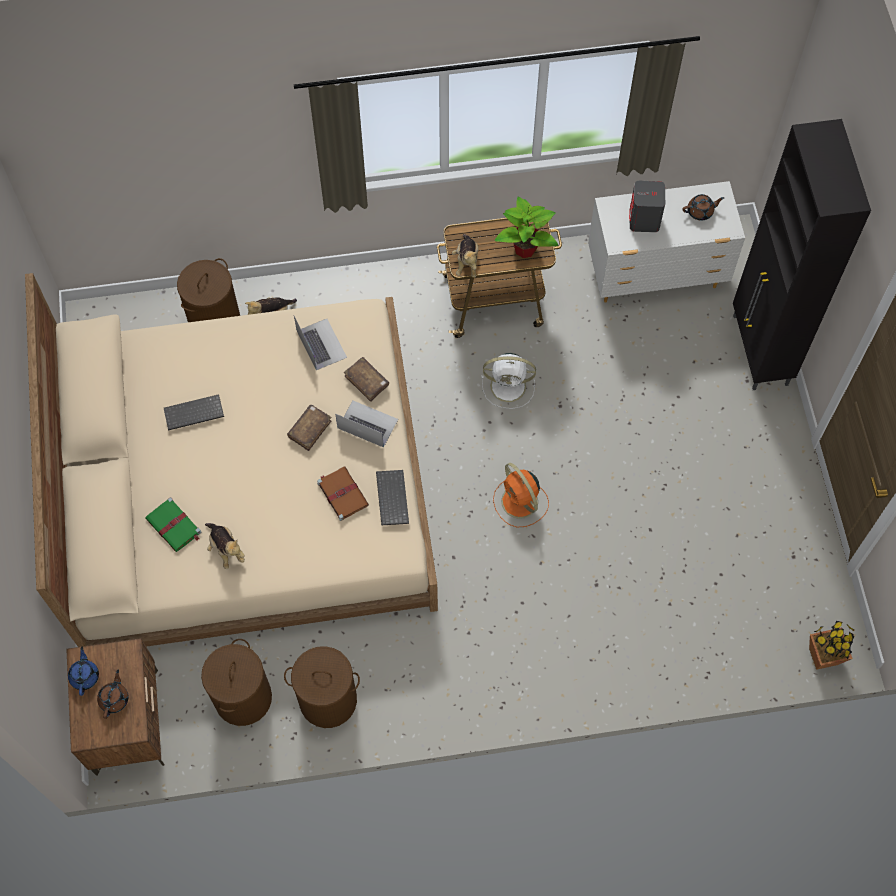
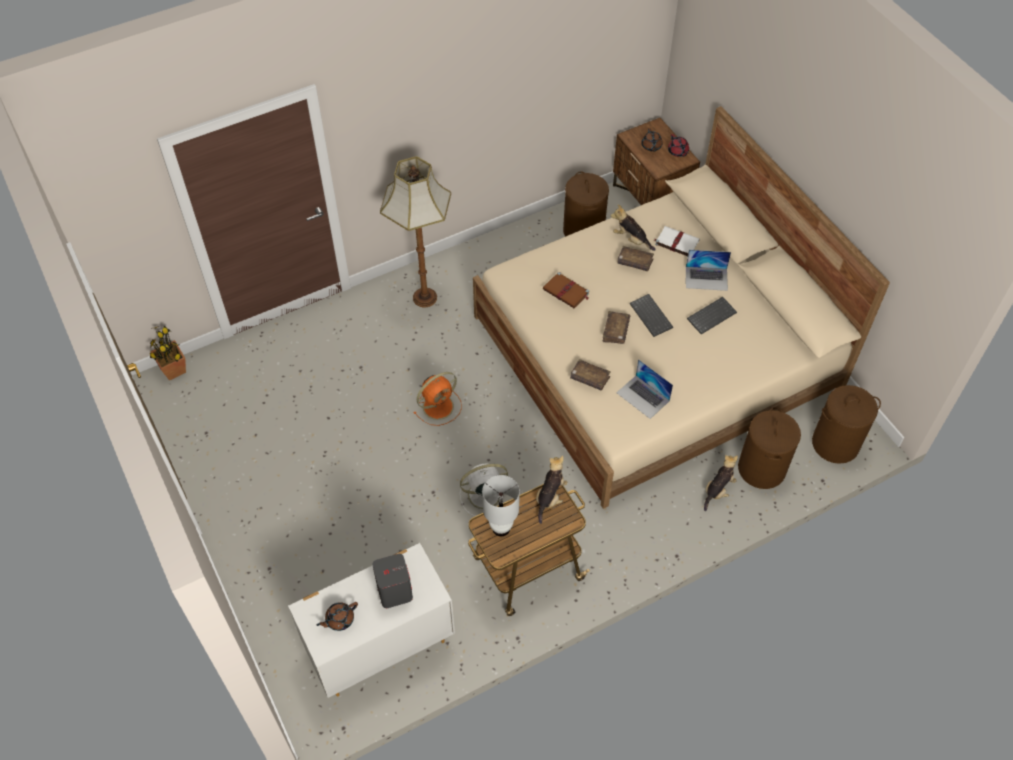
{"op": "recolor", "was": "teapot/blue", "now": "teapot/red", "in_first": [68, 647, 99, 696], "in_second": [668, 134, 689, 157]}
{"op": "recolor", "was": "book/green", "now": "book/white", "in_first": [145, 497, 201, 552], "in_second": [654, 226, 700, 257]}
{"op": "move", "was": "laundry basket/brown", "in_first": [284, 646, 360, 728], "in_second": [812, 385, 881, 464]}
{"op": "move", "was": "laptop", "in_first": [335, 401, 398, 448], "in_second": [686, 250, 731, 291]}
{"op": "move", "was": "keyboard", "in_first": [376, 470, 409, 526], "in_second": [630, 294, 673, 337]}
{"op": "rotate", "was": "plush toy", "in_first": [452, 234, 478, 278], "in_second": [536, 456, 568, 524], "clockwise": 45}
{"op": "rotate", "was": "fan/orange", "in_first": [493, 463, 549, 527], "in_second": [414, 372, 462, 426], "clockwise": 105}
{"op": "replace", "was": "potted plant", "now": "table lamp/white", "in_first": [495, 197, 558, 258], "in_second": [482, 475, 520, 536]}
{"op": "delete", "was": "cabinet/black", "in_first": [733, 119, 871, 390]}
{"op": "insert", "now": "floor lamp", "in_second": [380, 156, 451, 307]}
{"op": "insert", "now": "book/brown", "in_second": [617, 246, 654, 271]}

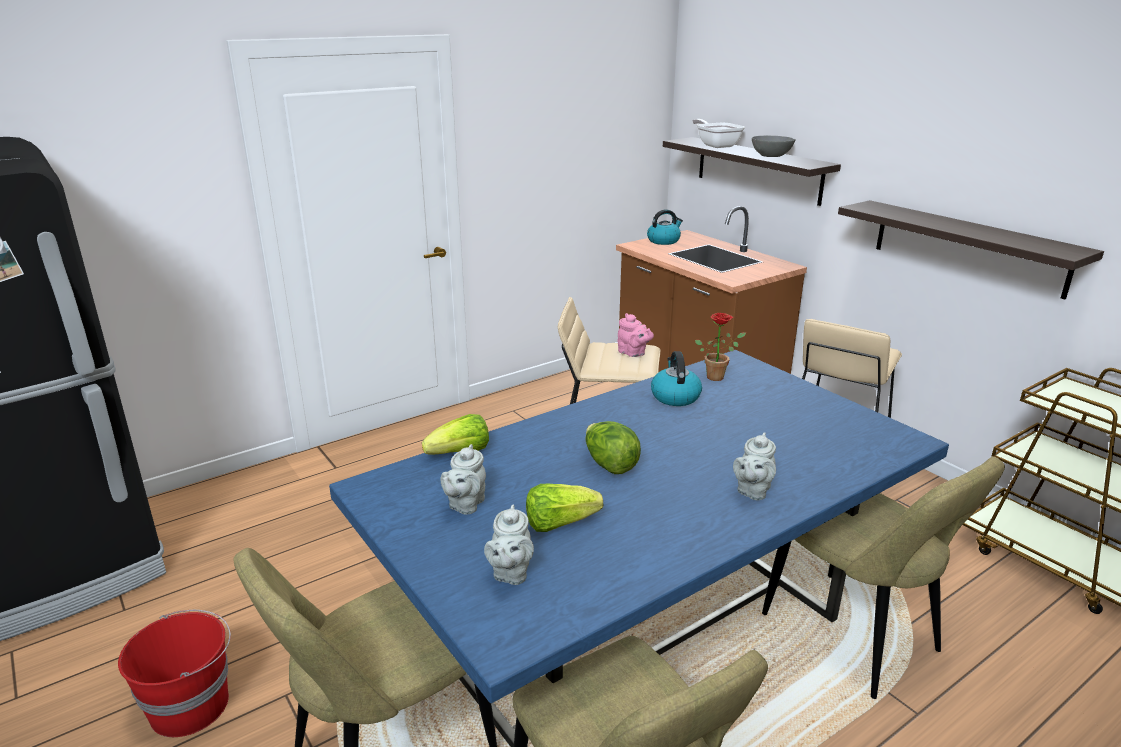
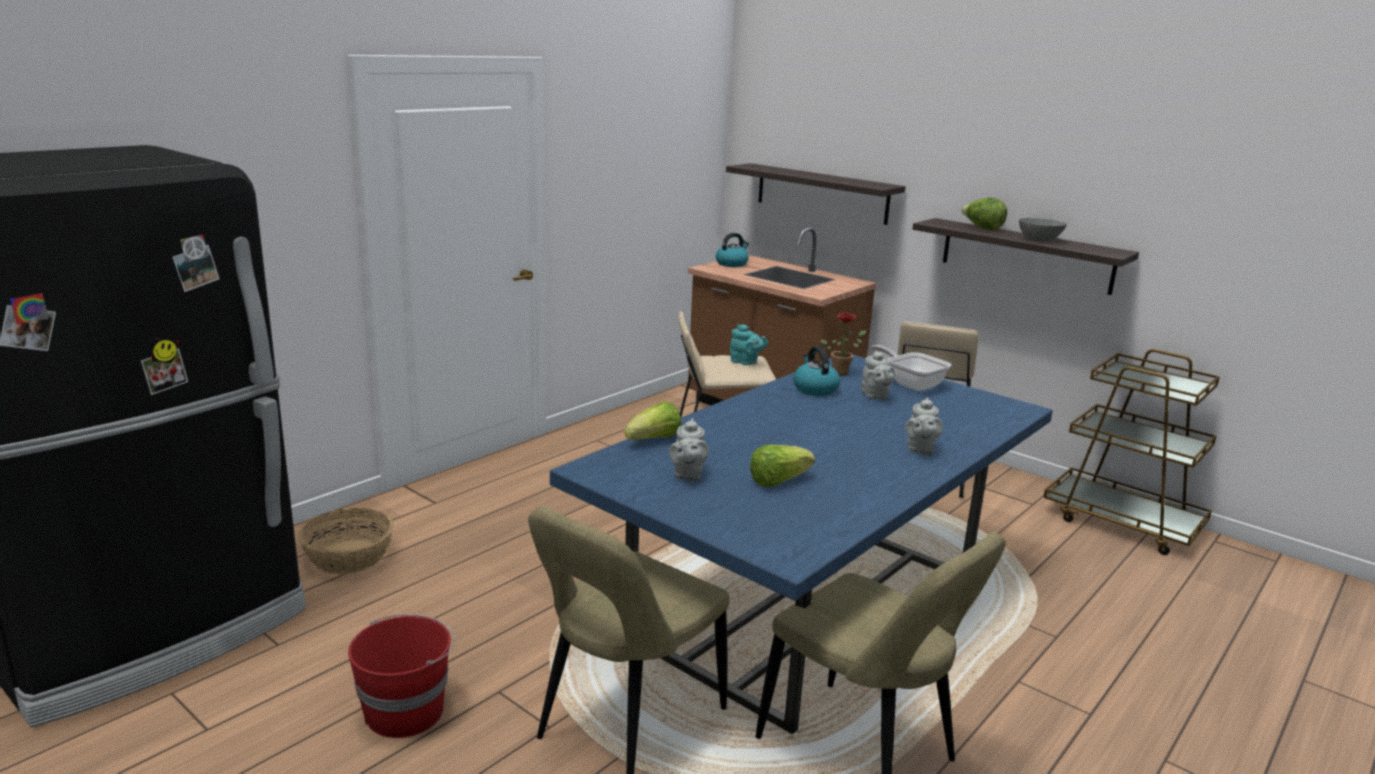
{"op": "move", "was": "teapot/grey", "in_first": [484, 504, 534, 585], "in_second": [861, 350, 895, 400]}
{"op": "move", "was": "lettuce", "in_first": [586, 421, 641, 474], "in_second": [961, 197, 1007, 230]}
{"op": "recolor", "was": "teapot/pink", "now": "teapot/turquoise", "in_first": [617, 313, 654, 357], "in_second": [730, 324, 768, 365]}
{"op": "move", "was": "frying pan", "in_first": [693, 119, 745, 148], "in_second": [871, 345, 951, 391]}
{"op": "move", "was": "bowl/grey", "in_first": [752, 136, 796, 157], "in_second": [1019, 218, 1067, 241]}
{"op": "delete", "was": "chair/beige", "in_first": [762, 456, 1005, 699]}
{"op": "insert", "now": "basket", "in_second": [298, 508, 394, 575]}

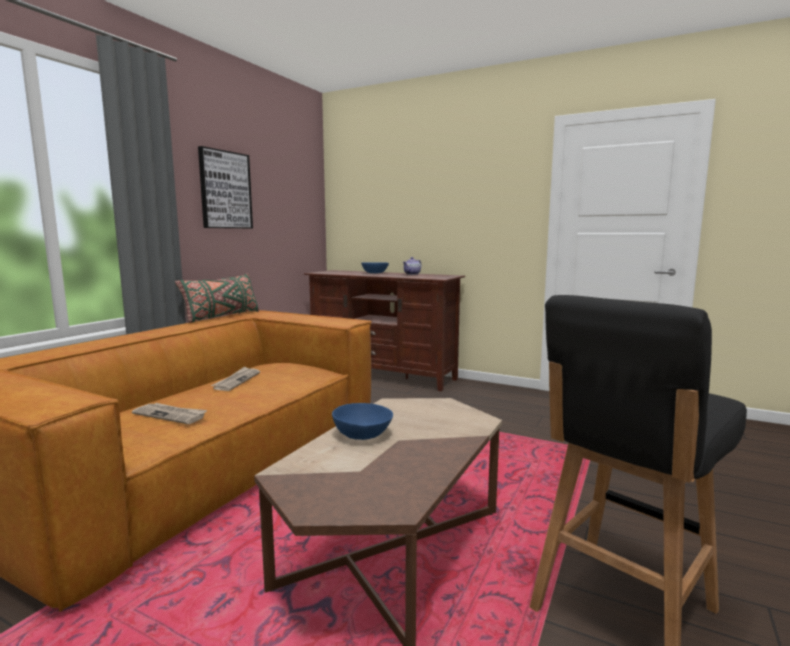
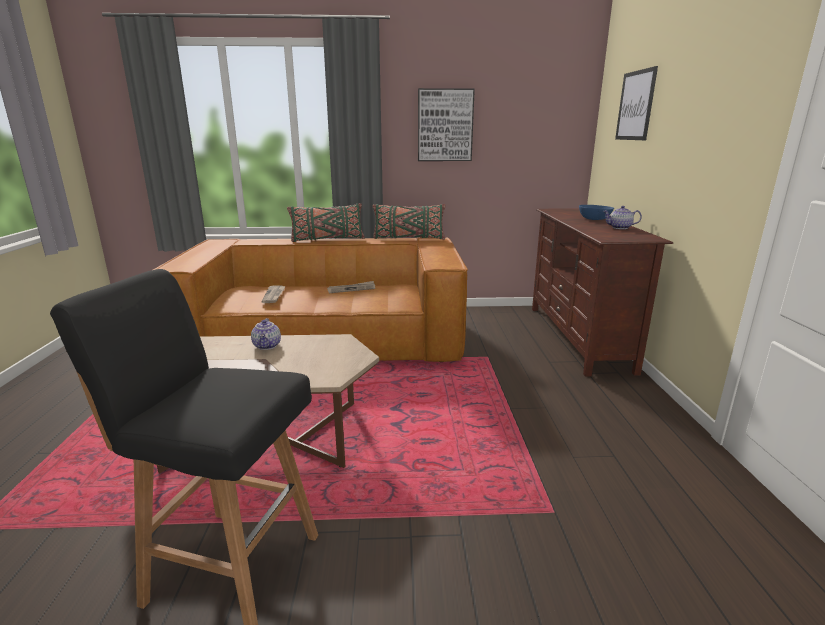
{"op": "replace", "was": "bowl/blue", "now": "teapot", "in_first": [332, 403, 393, 440], "in_second": [251, 318, 281, 350]}
{"op": "insert", "now": "pillow/green", "in_second": [287, 203, 365, 242]}
{"op": "insert", "now": "picture", "in_second": [615, 66, 658, 140]}

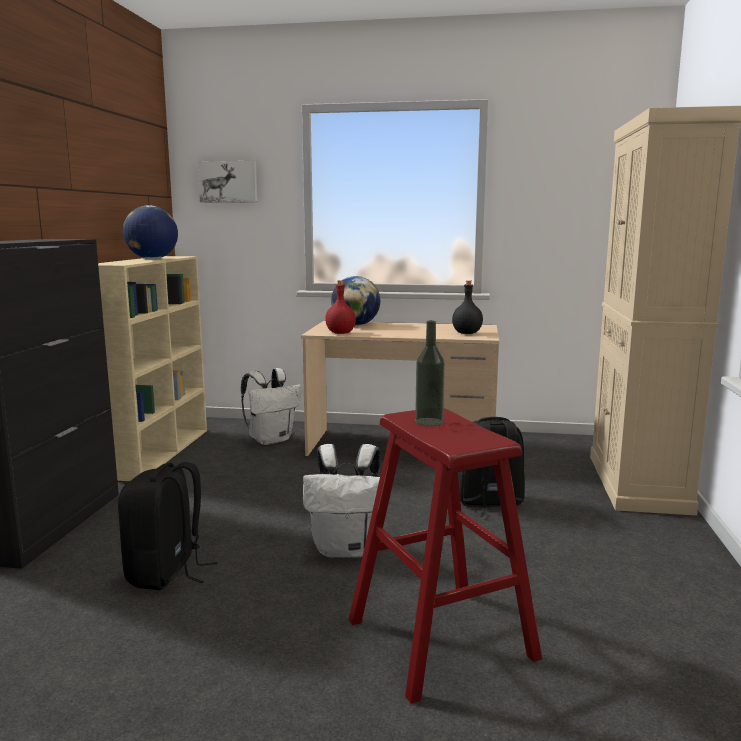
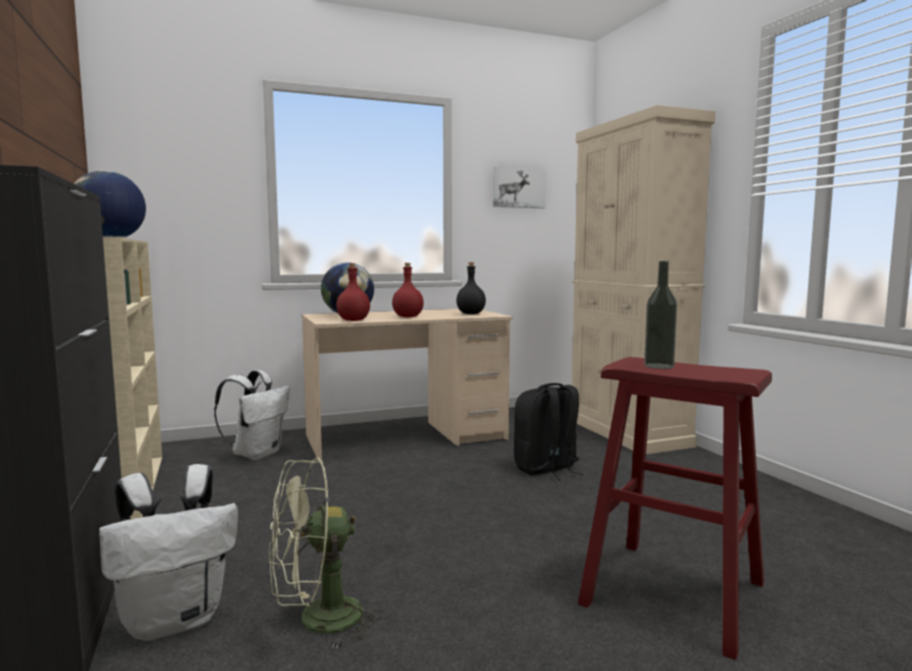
{"op": "replace", "was": "backpack/black", "now": "fan/green", "in_first": [118, 462, 217, 590], "in_second": [269, 458, 384, 649]}
{"op": "move", "was": "picture", "in_first": [198, 161, 258, 203], "in_second": [493, 167, 546, 208]}
{"op": "move", "was": "backpack/white", "in_first": [303, 444, 380, 558], "in_second": [99, 464, 238, 641]}
{"op": "insert", "now": "bottle/red", "in_second": [392, 263, 424, 317]}

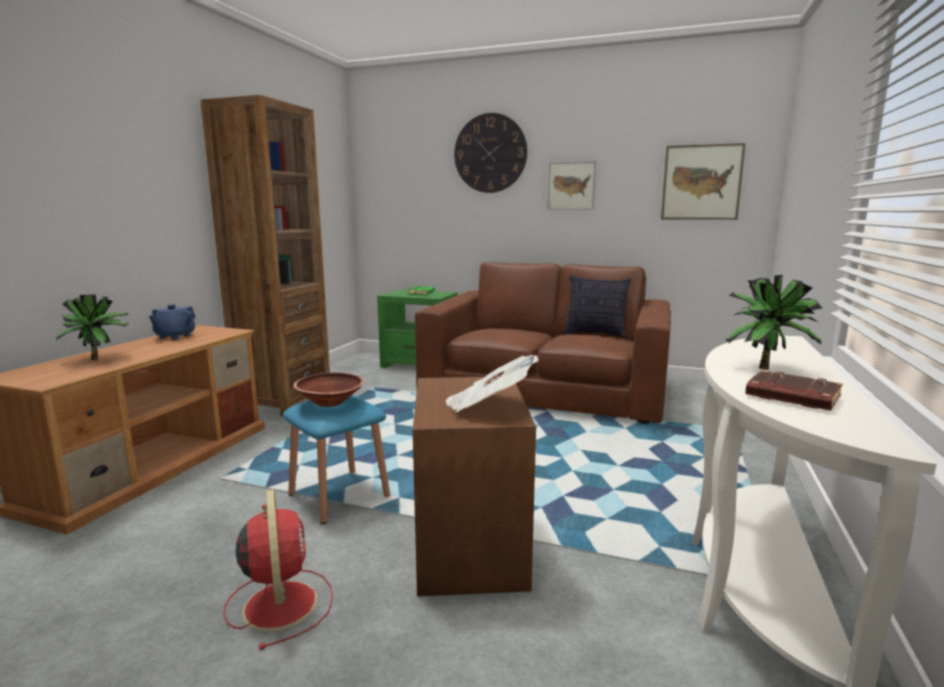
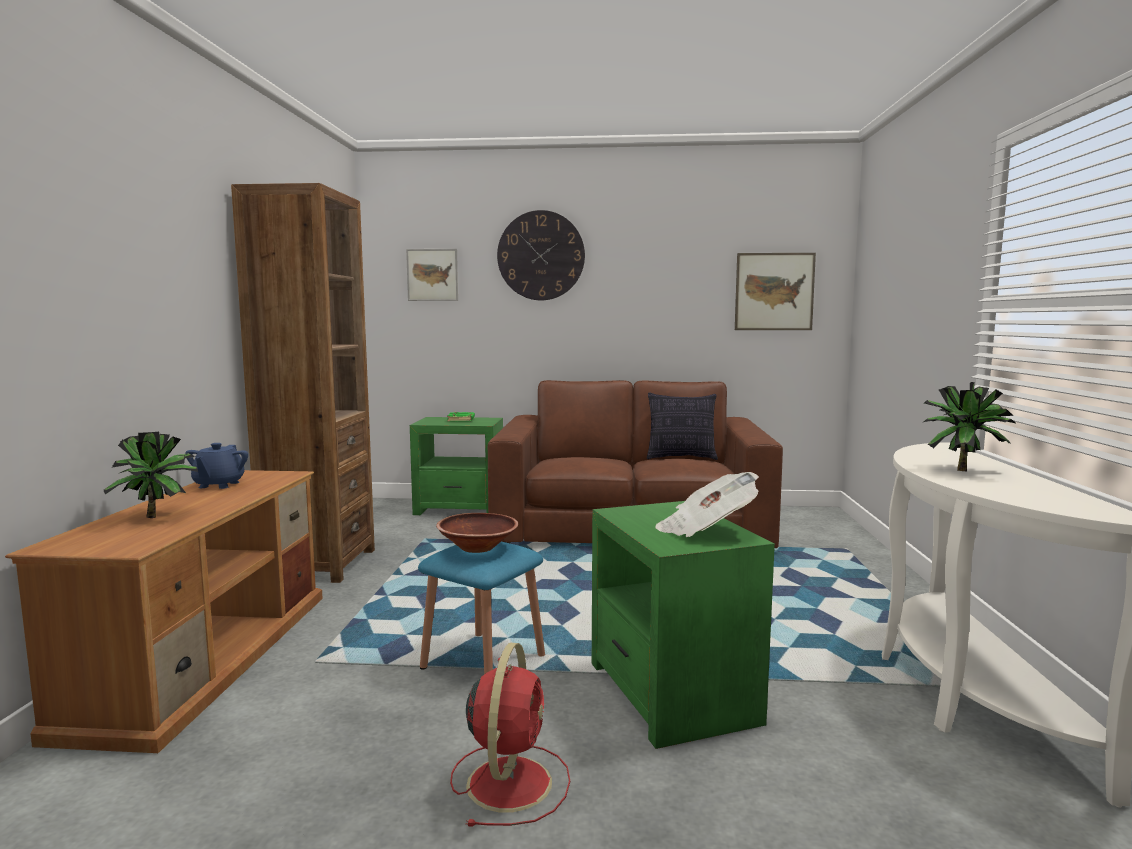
{"op": "rotate", "was": "fan/red", "in_first": [224, 489, 333, 650], "in_second": [450, 643, 570, 827], "clockwise": 45}
{"op": "recolor", "was": "side table/brown", "now": "side table/green", "in_first": [413, 377, 536, 596], "in_second": [592, 501, 775, 749]}
{"op": "move", "was": "picture", "in_first": [548, 161, 596, 210], "in_second": [406, 249, 458, 301]}
{"op": "delete", "was": "book/brown", "in_first": [745, 370, 843, 411]}

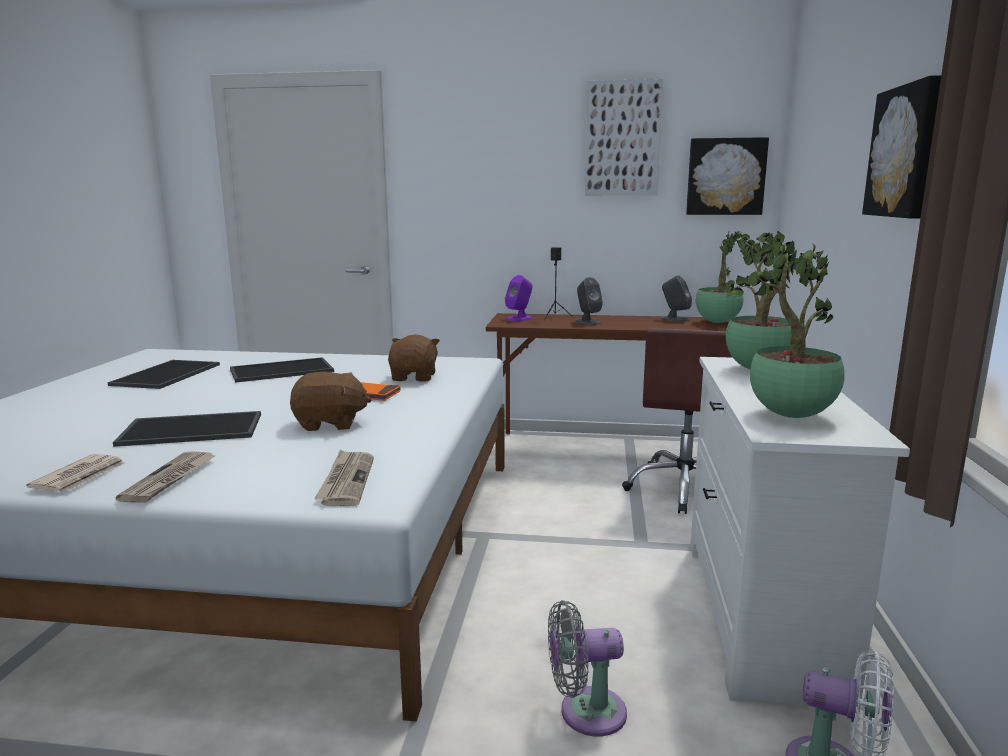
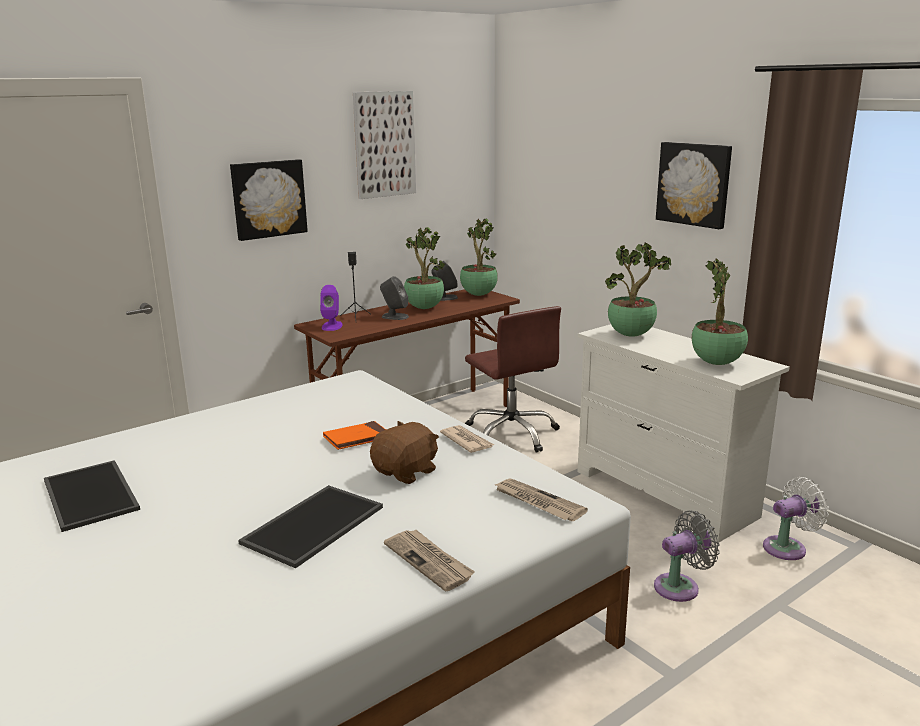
{"op": "move", "was": "newspaper", "in_first": [26, 454, 125, 491], "in_second": [440, 425, 494, 453]}
{"op": "delete", "was": "tray", "in_first": [230, 357, 334, 383]}
{"op": "delete", "was": "plush toy/brown", "in_first": [388, 334, 440, 382]}
{"op": "rotate", "was": "fan/grey", "in_first": [548, 600, 627, 737], "in_second": [654, 510, 720, 602], "clockwise": -150}
{"op": "move", "was": "picture", "in_first": [686, 137, 769, 215], "in_second": [230, 159, 308, 241]}
{"op": "insert", "now": "potted plant", "in_second": [404, 227, 445, 309]}

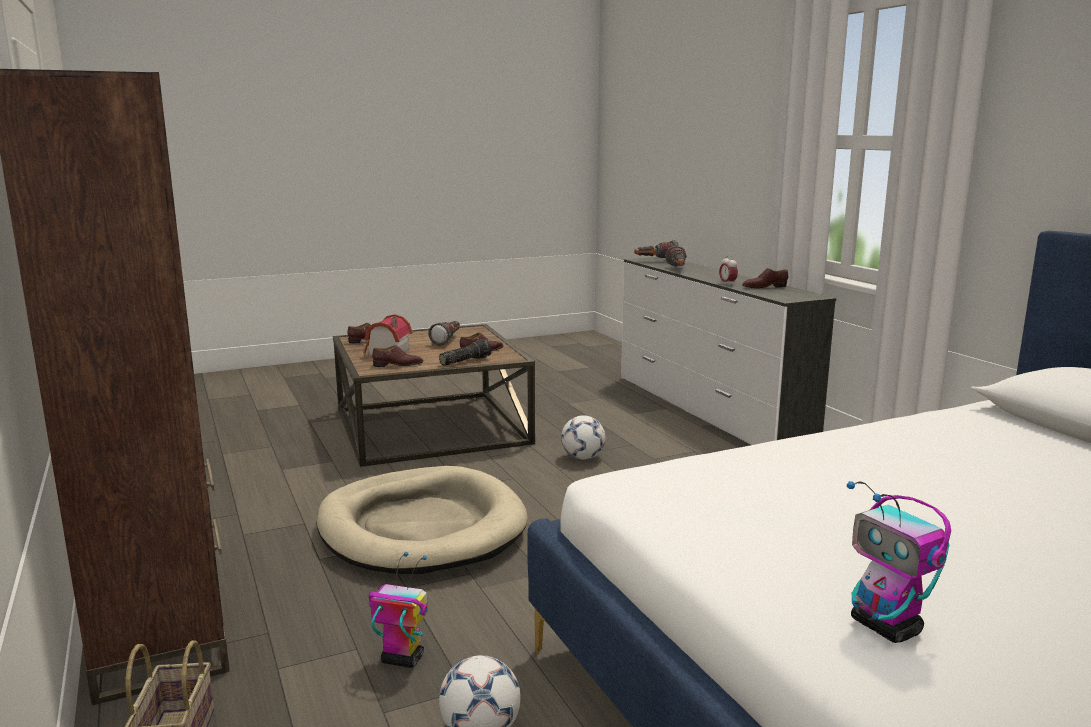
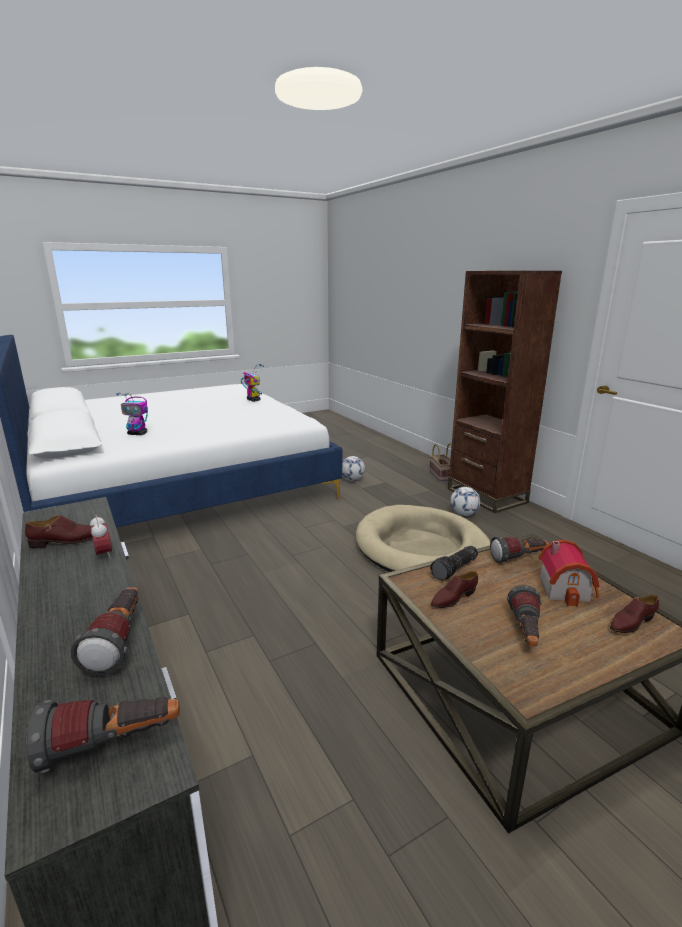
{"op": "move", "was": "toy robot", "in_first": [368, 552, 428, 668], "in_second": [117, 393, 148, 435]}
{"op": "replace", "was": "shoe/brown", "now": "flashlight", "in_first": [372, 345, 423, 367], "in_second": [490, 536, 549, 564]}
{"op": "move", "was": "football", "in_first": [561, 415, 605, 460], "in_second": [450, 487, 480, 516]}

